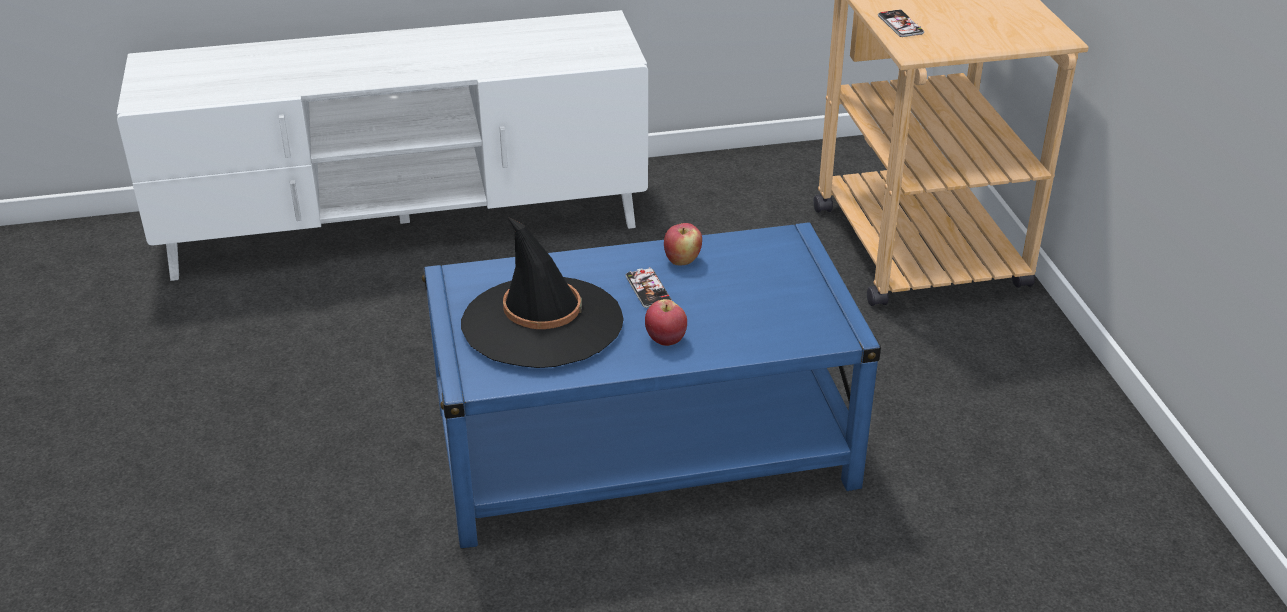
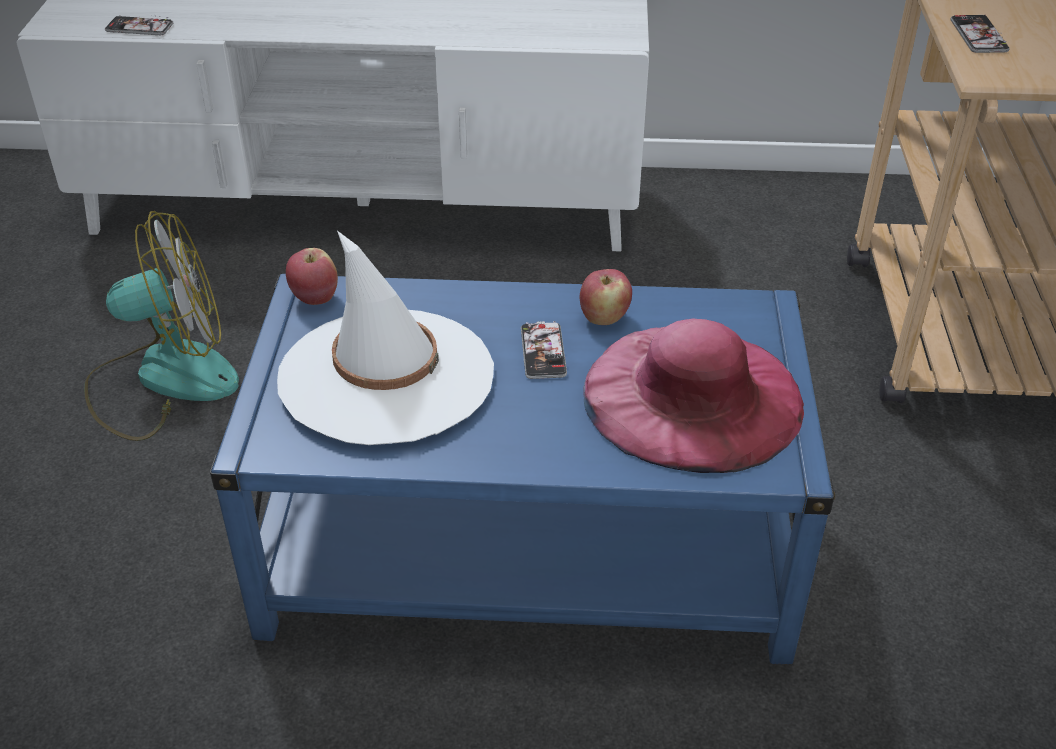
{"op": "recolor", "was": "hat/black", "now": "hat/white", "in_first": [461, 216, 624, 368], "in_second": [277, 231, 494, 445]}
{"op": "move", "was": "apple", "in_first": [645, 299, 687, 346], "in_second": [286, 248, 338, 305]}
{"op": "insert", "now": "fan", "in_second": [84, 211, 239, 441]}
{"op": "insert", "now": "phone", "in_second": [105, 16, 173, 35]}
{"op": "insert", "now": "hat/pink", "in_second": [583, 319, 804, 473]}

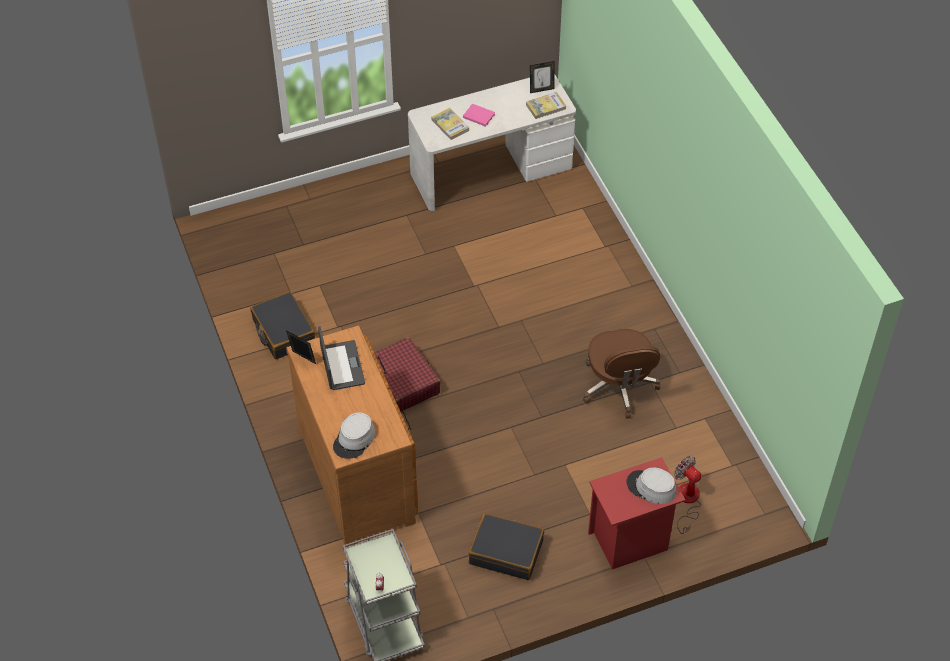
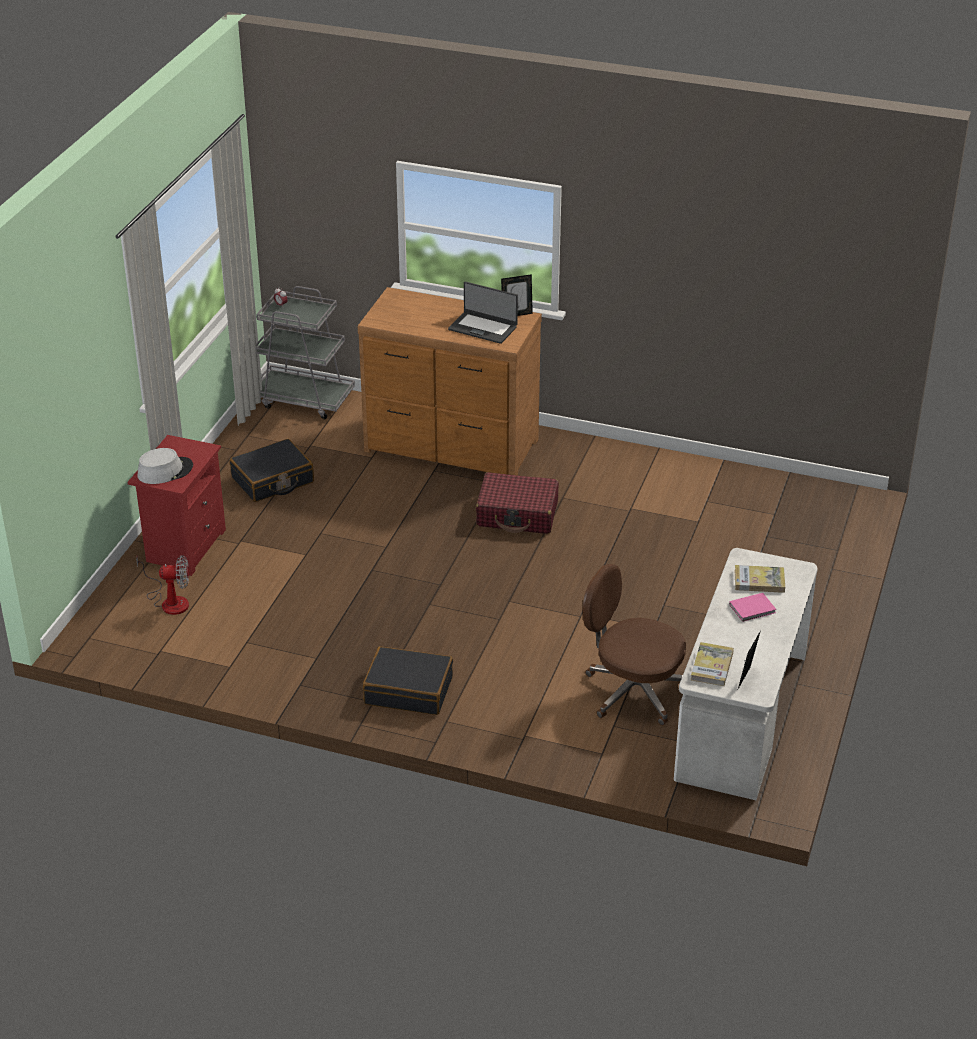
{"op": "move", "was": "suitcase/black", "in_first": [250, 292, 315, 359], "in_second": [363, 646, 453, 715]}
{"op": "delete", "was": "hat/grey", "in_first": [333, 412, 375, 459]}
{"op": "move", "was": "office chair/brown", "in_first": [583, 329, 660, 418], "in_second": [583, 564, 686, 725]}

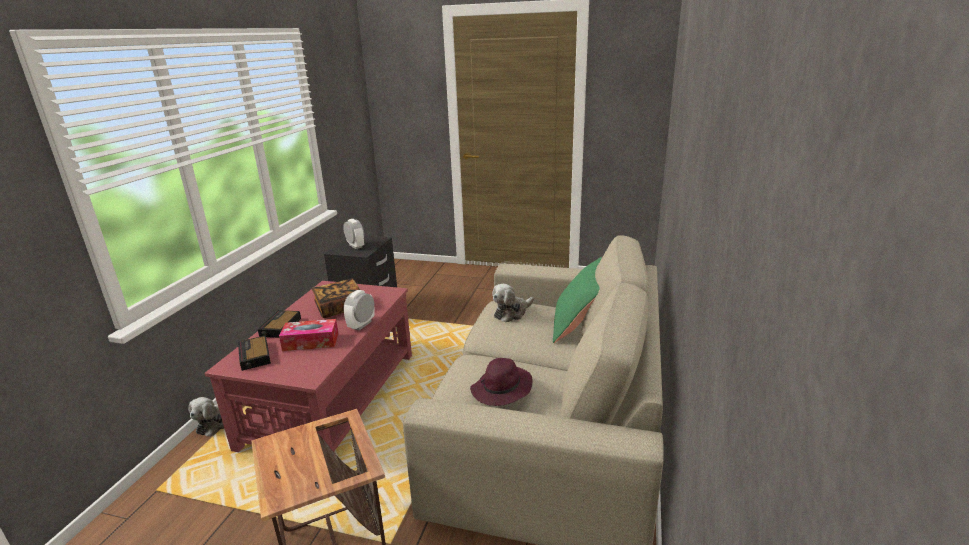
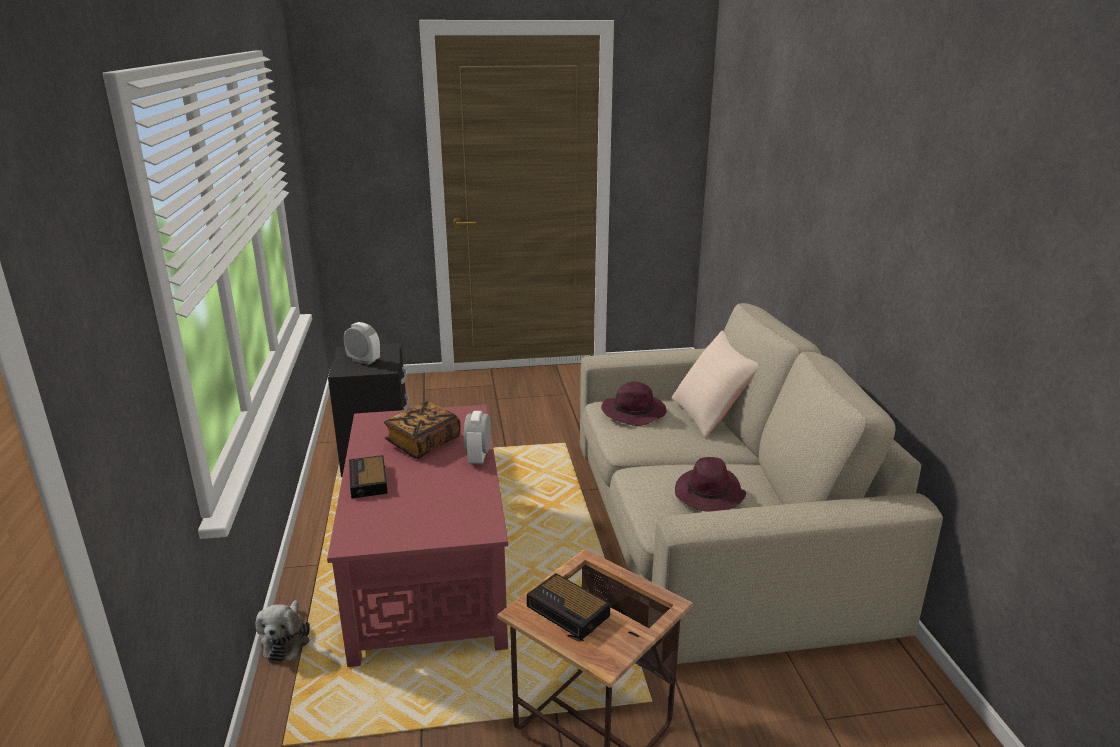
{"op": "move", "was": "alarm clock", "in_first": [238, 336, 271, 371], "in_second": [527, 573, 610, 640]}
{"op": "delete", "was": "tissue box", "in_first": [279, 319, 338, 351]}
{"op": "replace", "was": "plush toy", "now": "hat/purple", "in_first": [492, 284, 534, 323], "in_second": [601, 381, 667, 426]}
{"op": "recolor", "was": "pillow/green", "now": "pillow/beige", "in_first": [553, 257, 602, 343], "in_second": [672, 331, 758, 437]}

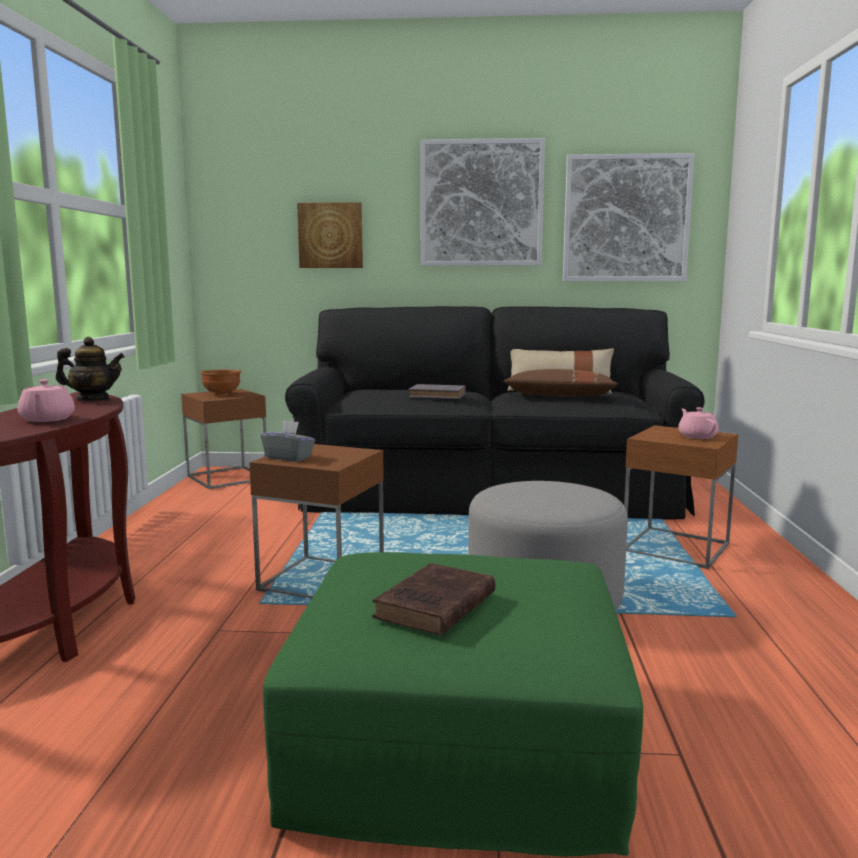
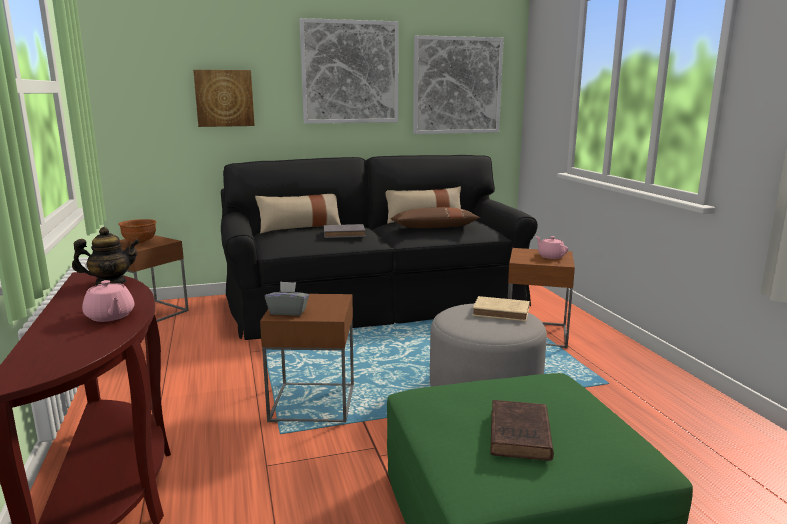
{"op": "insert", "now": "pillow/beige", "in_second": [255, 194, 341, 233]}
{"op": "insert", "now": "book/beige", "in_second": [472, 296, 530, 321]}

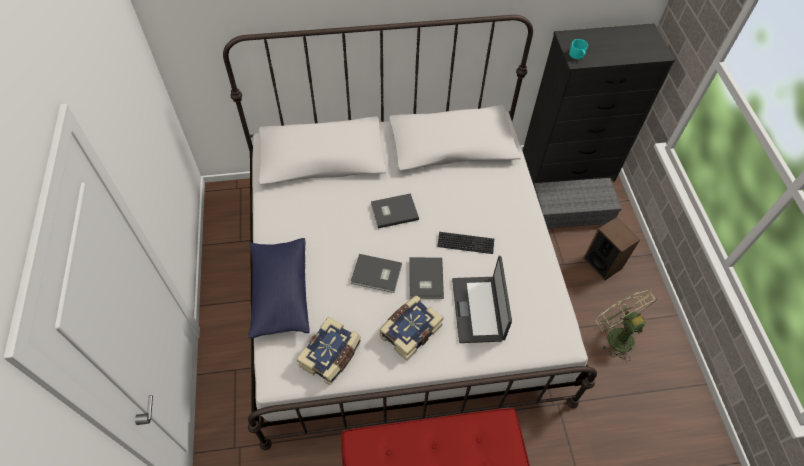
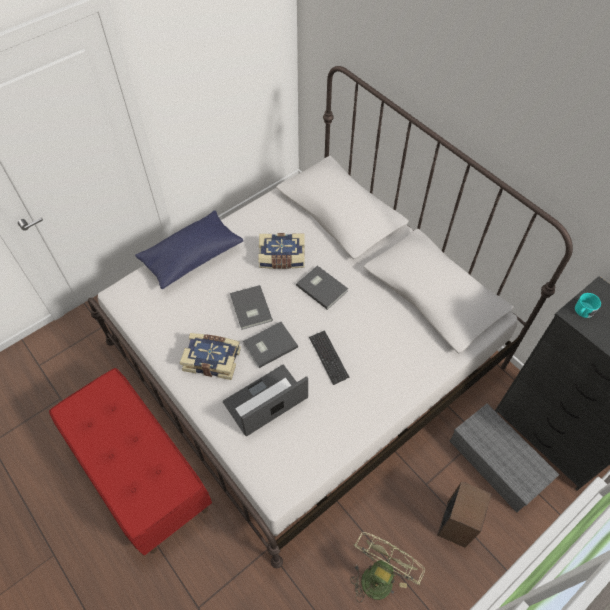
{"op": "move", "was": "book", "in_first": [297, 316, 361, 385], "in_second": [258, 233, 305, 269]}

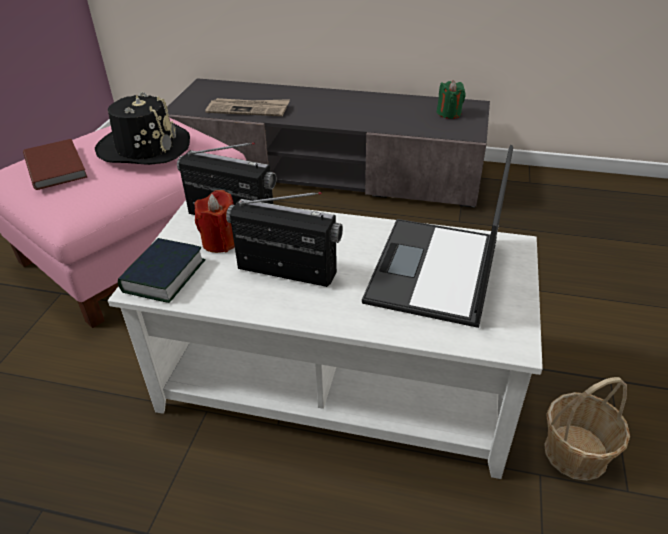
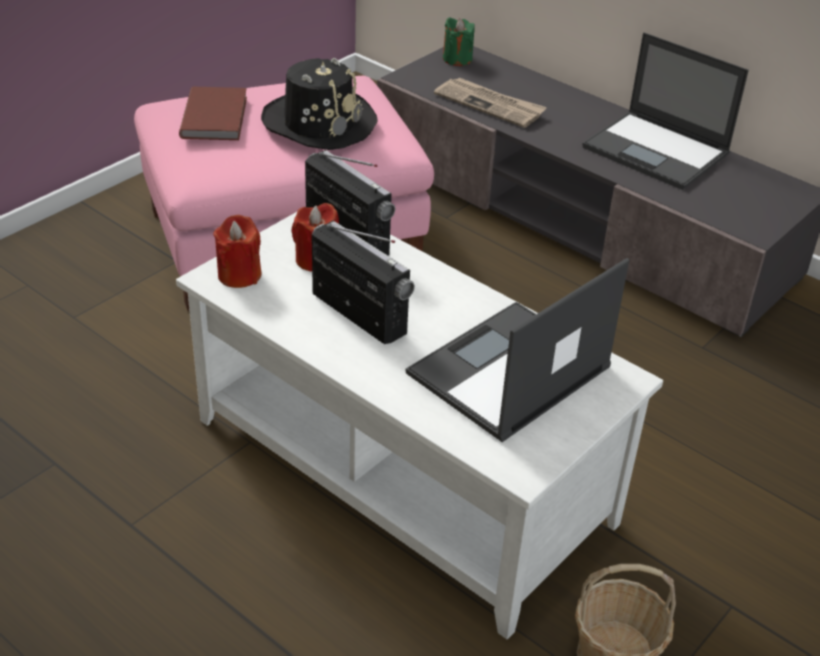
{"op": "replace", "was": "book", "now": "candle/red", "in_first": [118, 238, 206, 303], "in_second": [213, 215, 261, 288]}
{"op": "move", "was": "candle/green", "in_first": [437, 80, 466, 119], "in_second": [443, 18, 475, 66]}
{"op": "insert", "now": "laptop", "in_second": [582, 32, 749, 190]}

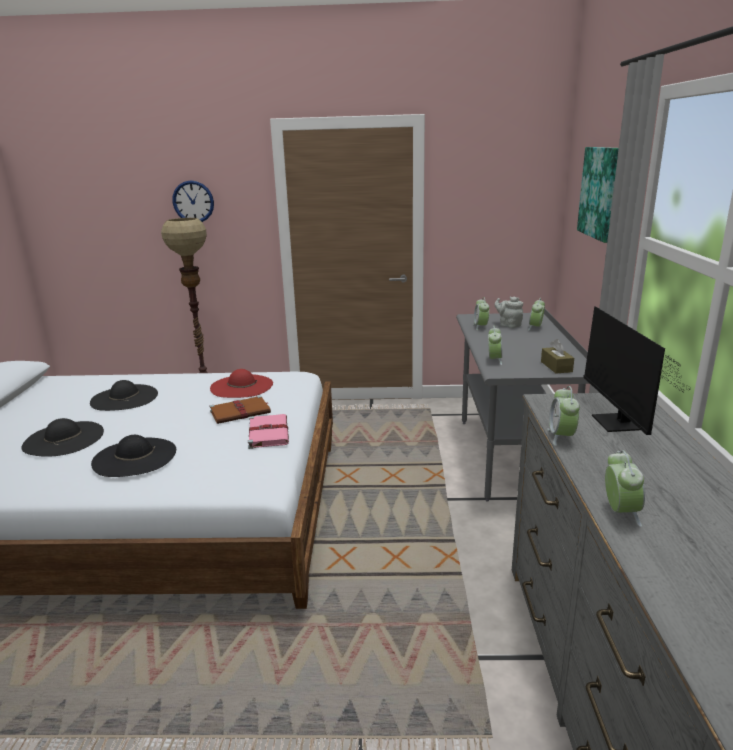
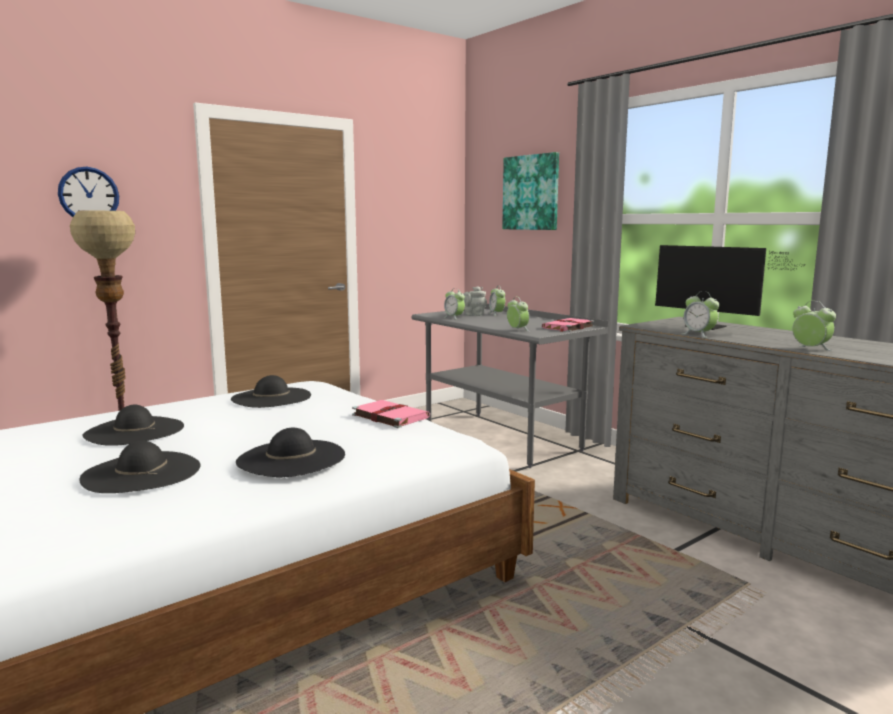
{"op": "recolor", "was": "hat/red", "now": "hat/black", "in_first": [210, 369, 273, 398], "in_second": [231, 375, 311, 408]}
{"op": "delete", "was": "book/brown", "in_first": [210, 396, 271, 424]}
{"op": "replace", "was": "tissue box/brown", "now": "book/pink", "in_first": [541, 339, 574, 374], "in_second": [542, 318, 594, 332]}

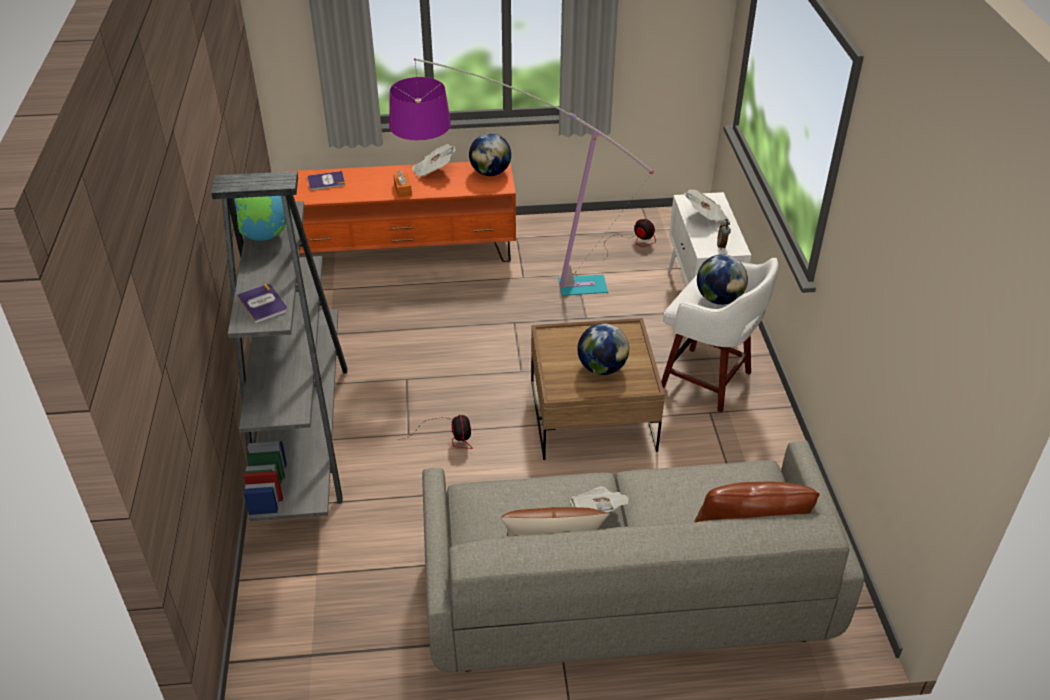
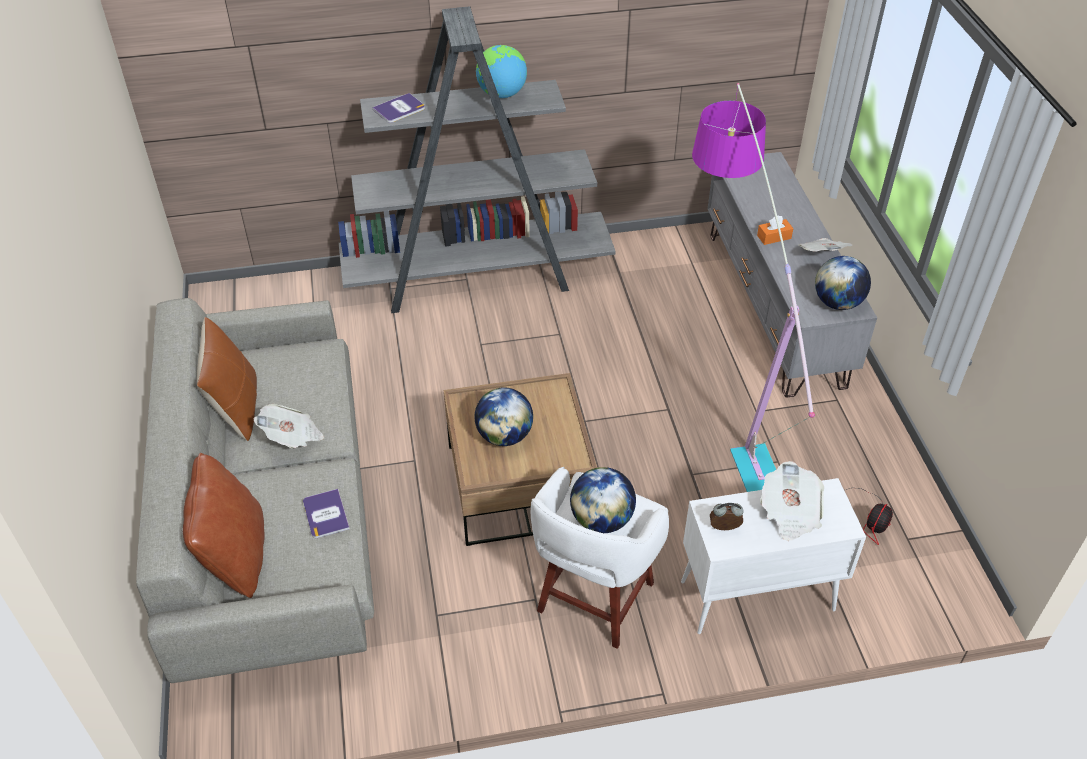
{"op": "recolor", "was": "tv stand/orange", "now": "tv stand/grey", "in_first": [285, 162, 516, 262], "in_second": [708, 152, 877, 397]}
{"op": "move", "was": "book", "in_first": [307, 171, 345, 190], "in_second": [303, 489, 350, 538]}
{"op": "delete", "was": "fan", "in_first": [398, 415, 473, 449]}

